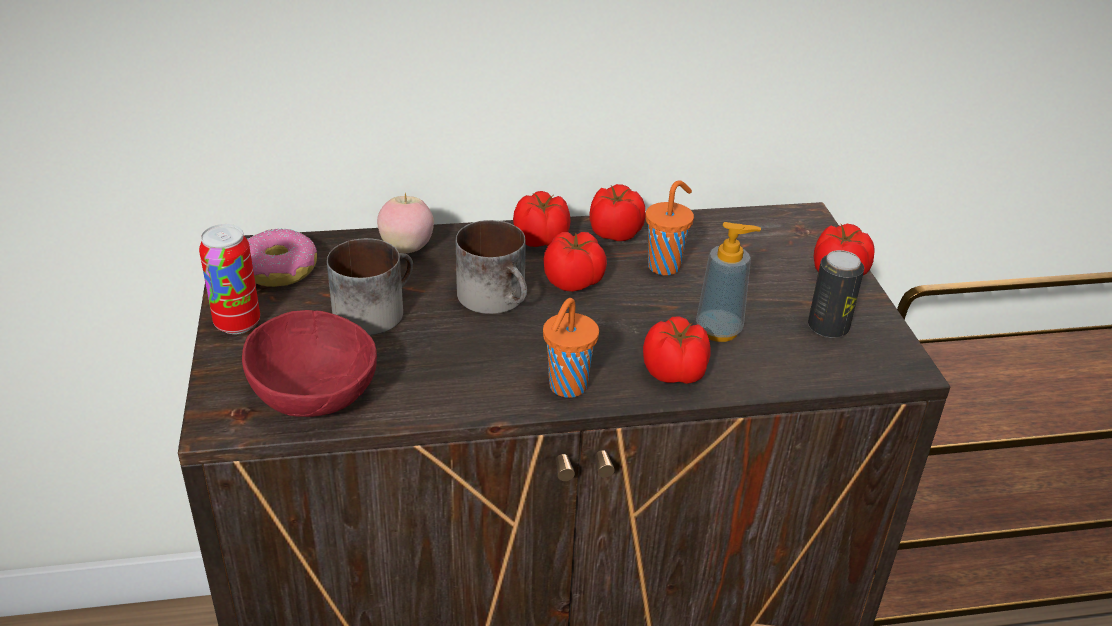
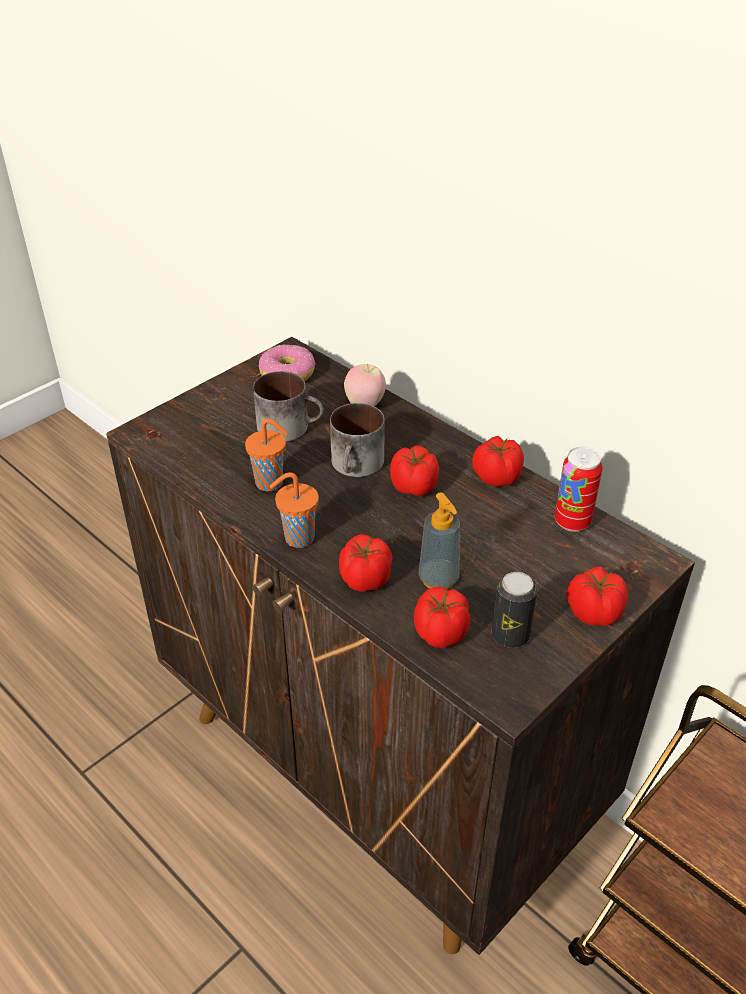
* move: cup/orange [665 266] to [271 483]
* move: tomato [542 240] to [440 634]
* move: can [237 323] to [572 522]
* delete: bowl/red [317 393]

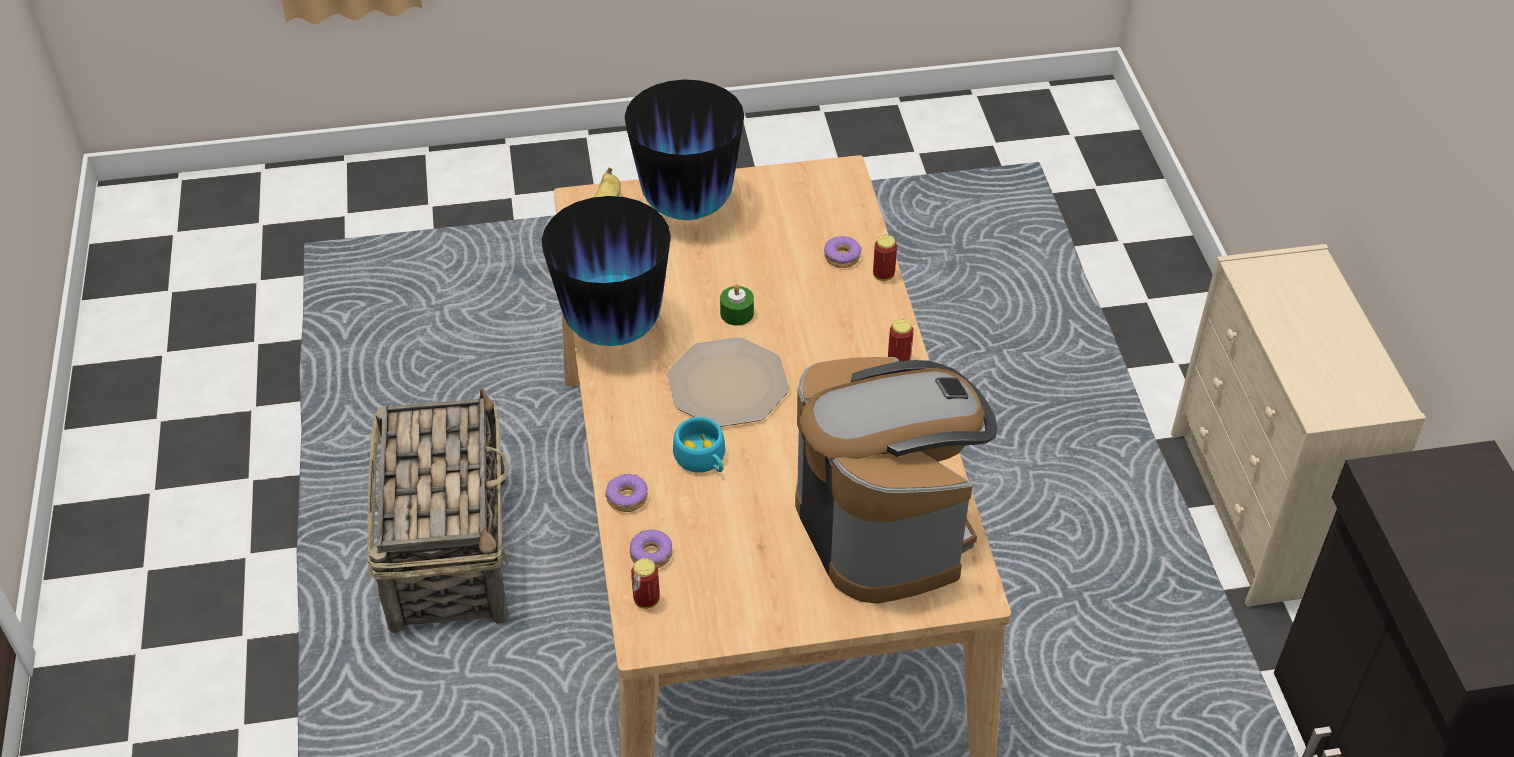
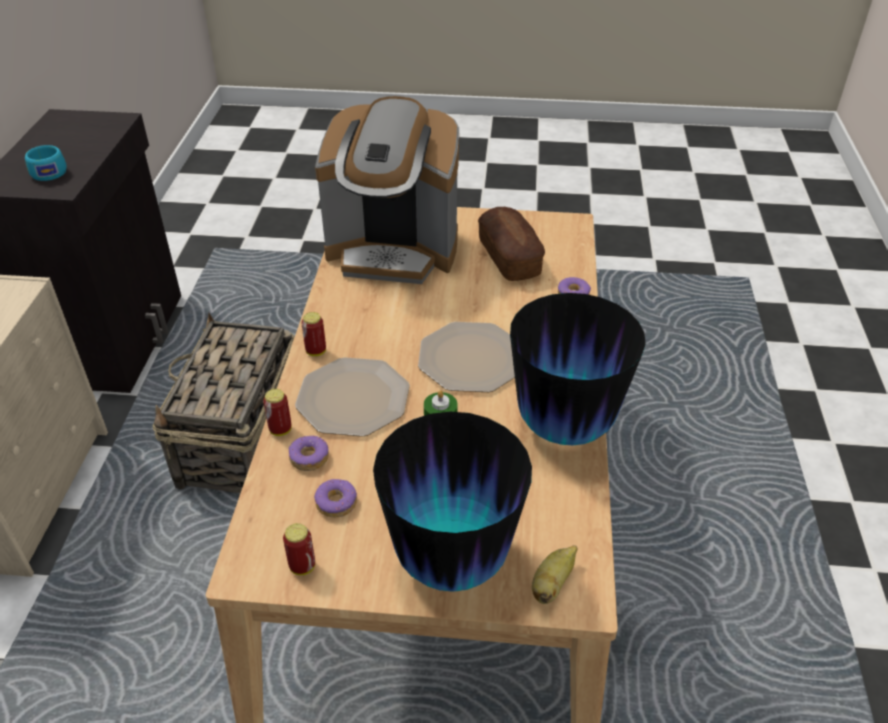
* move: cup/turquoise [703 459] to [49 171]
* move: basket [450 550] to [240 441]
* move: can [646 600] to [302 566]
* insert: plate [354 398]
* move: donut [651 555] to [336 503]
* rotate: coffee machine [884 526] = [393 250] 75 degrees counterclockwise
* insert: bread [509 257]

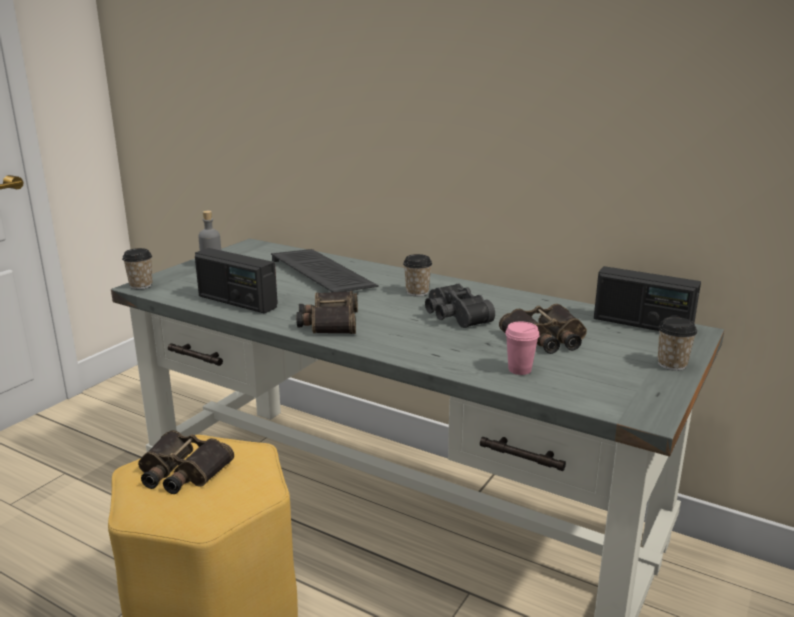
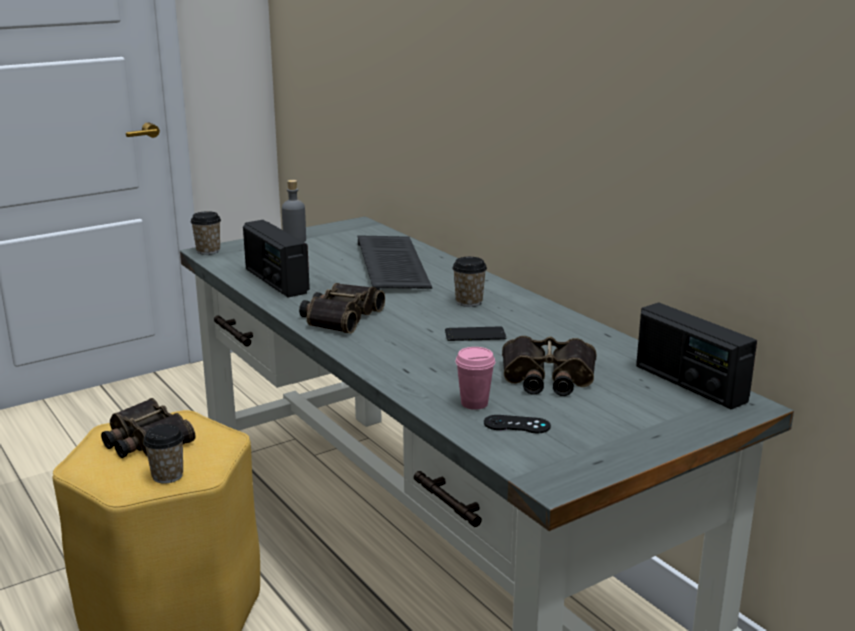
* move: cup [672 364] to [167 476]
* replace: binoculars/black [453 317] to phone [475 335]
* insert: game controller/black [516 425]

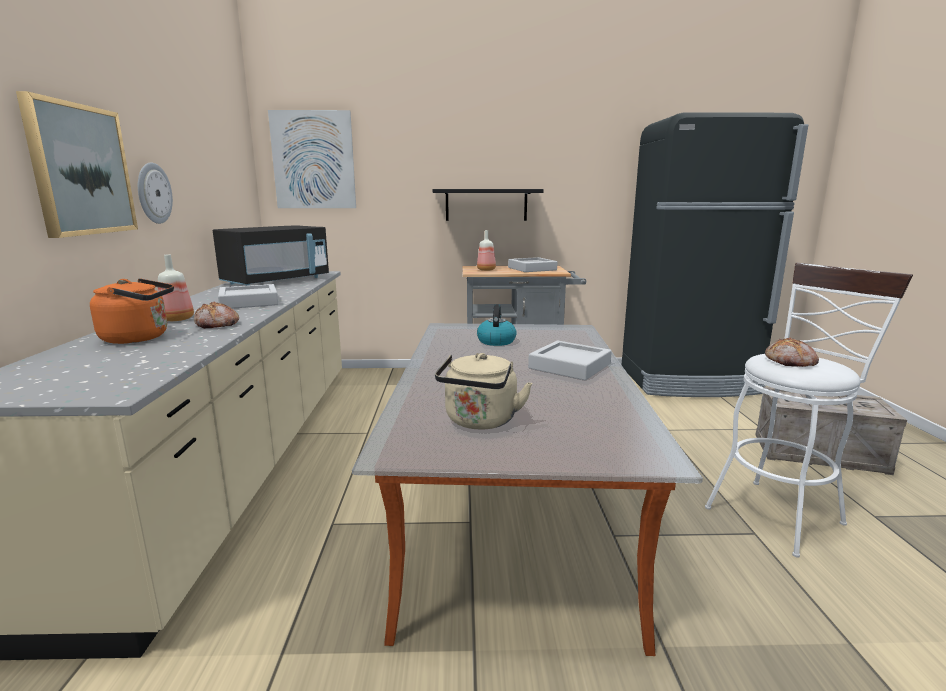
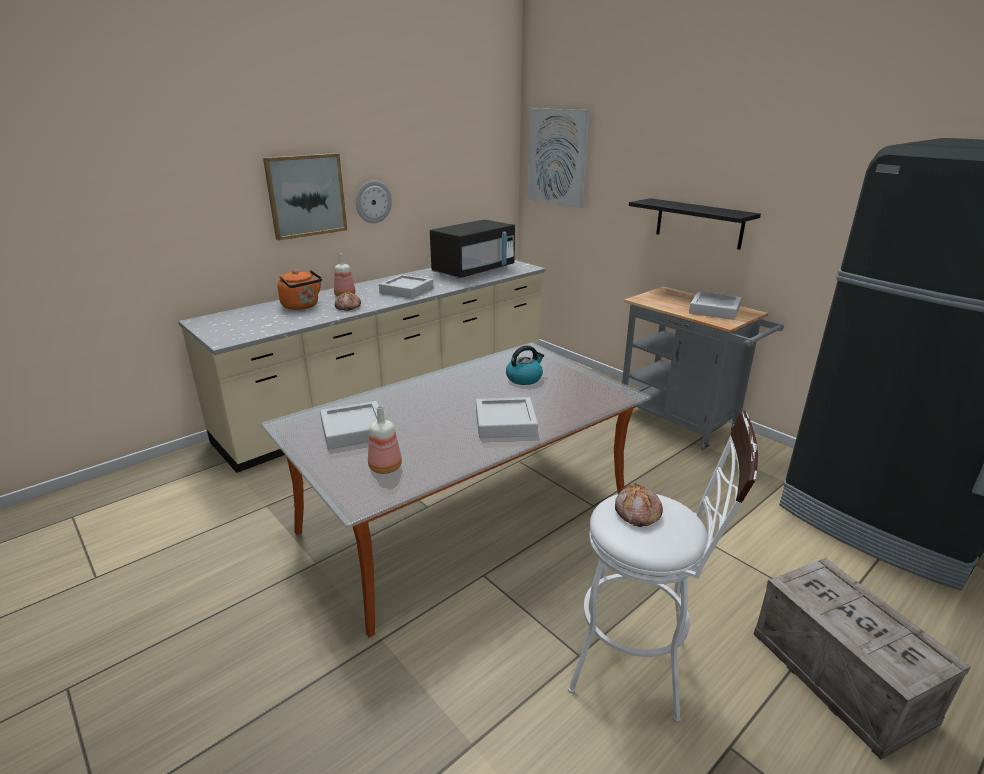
* replace: kettle/beige [480 422] to tray/grey [354 430]
* move: bottle [487 270] to [386 468]
* rotate: microwave/black [277 281] = [474 271] 45 degrees counterclockwise

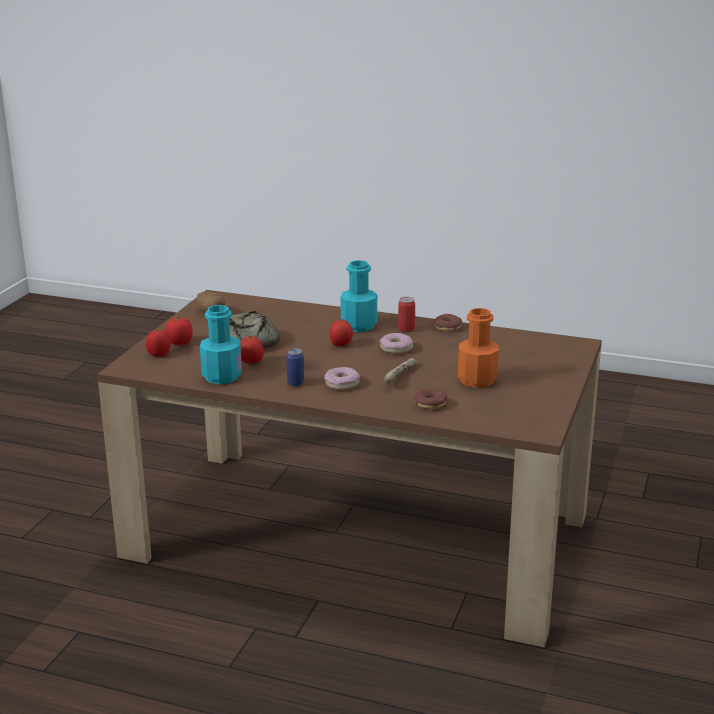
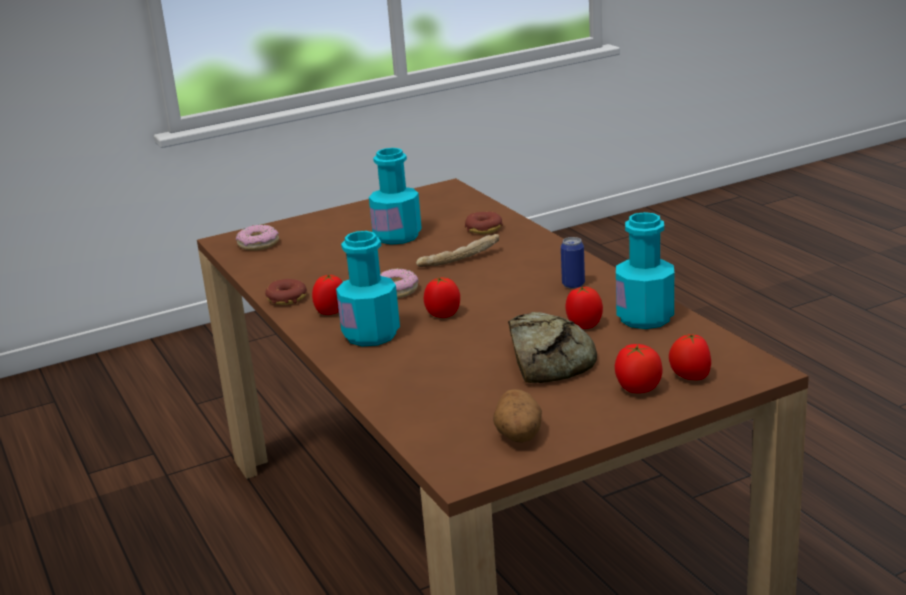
* move: donut [342 384] to [258 244]
* replace: can [406 329] to tomato [331 311]
* recolor: bottle/orange [477 380] to bottle/turquoise [397 236]

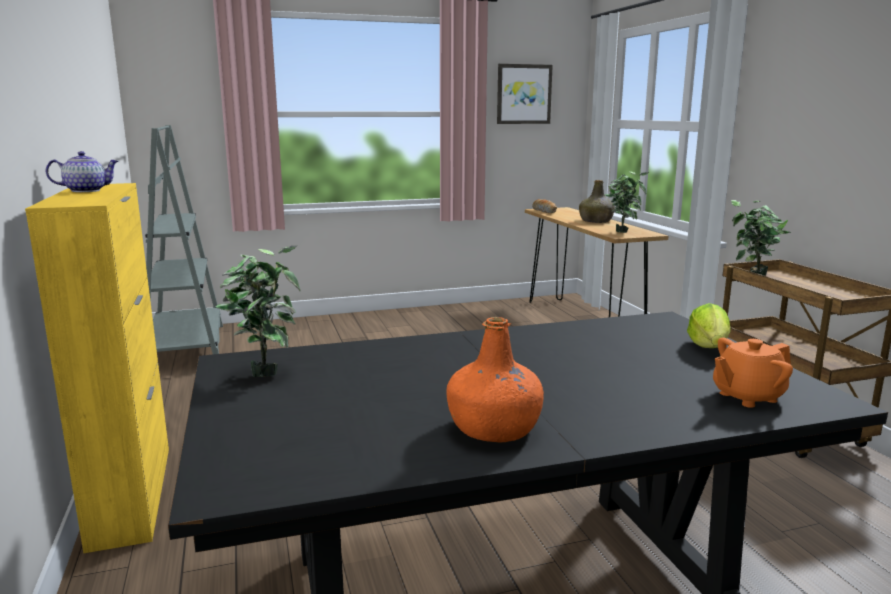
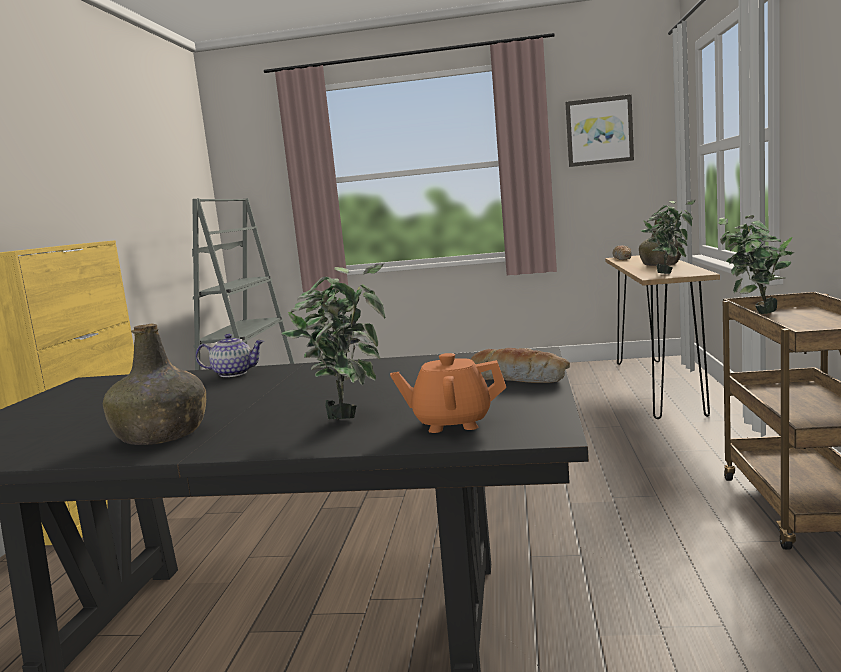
* recolor: bottle/orange [495 428] to bottle/green [162 435]
* move: teapot [86 190] to [234 373]
* move: potted plant [265 371] to [347 415]
* replace: lettuce [708 347] to bread [518 379]

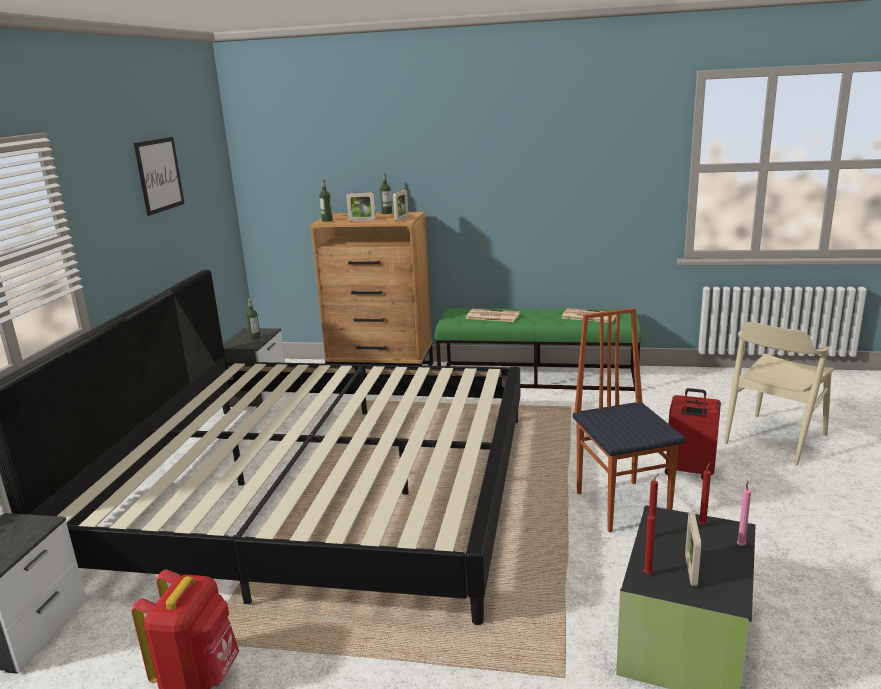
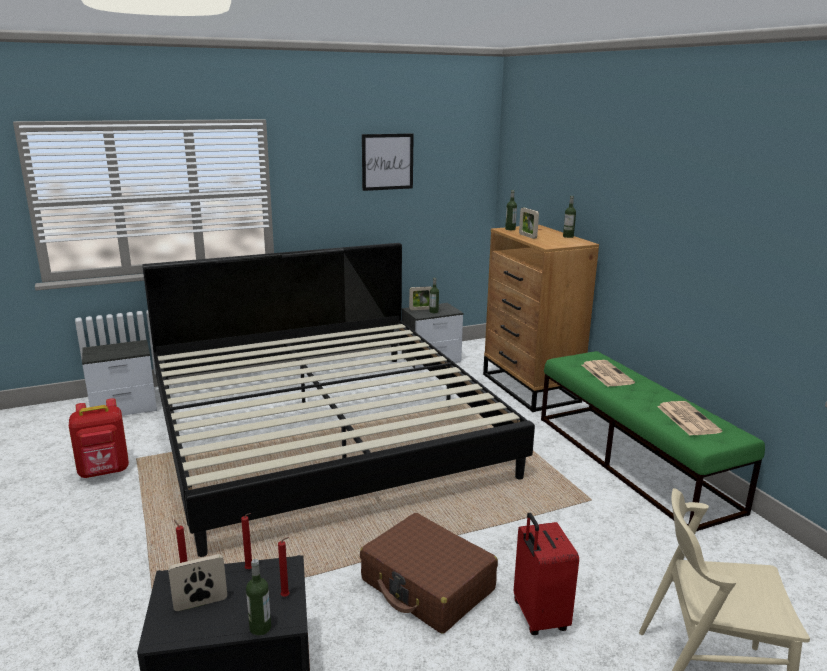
* replace: candle/pink [741 545] to bottle [260 627]
* replace: chair [623 505] to suitcase/brown [428 585]
* move: picture frame [401 219] to [420 309]

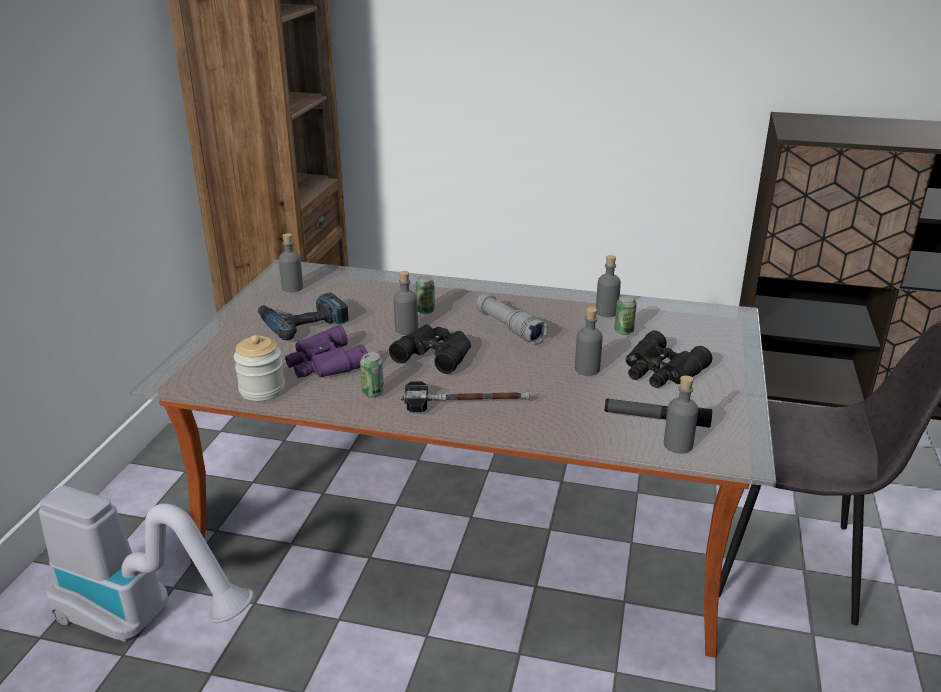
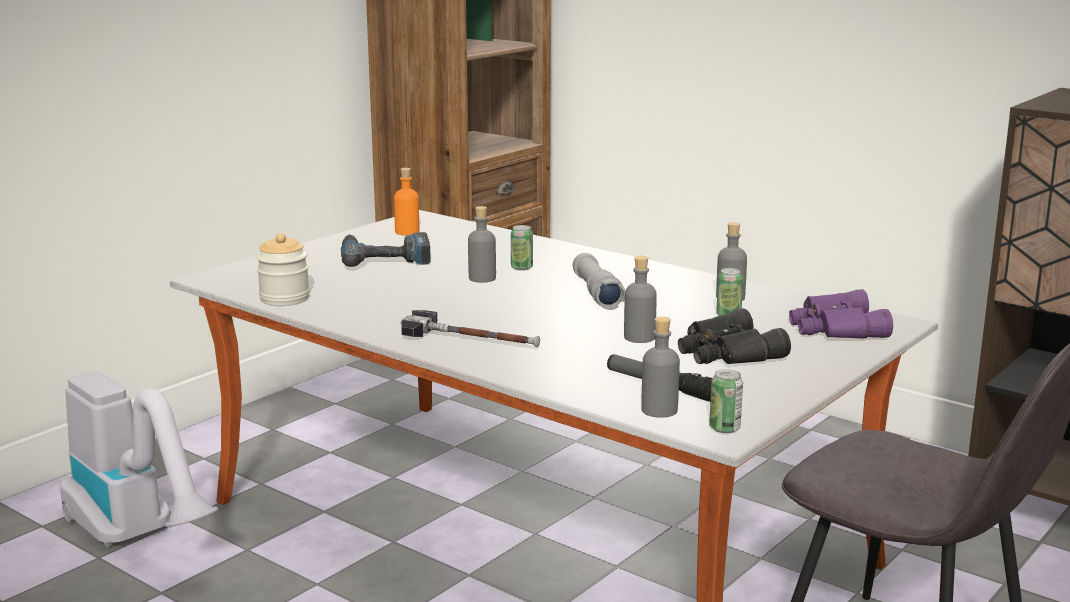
* recolor: bottle/grey [292 287] to bottle/orange [407 232]
* move: can [373 392] to [724 428]
* move: binoculars/purple [324 364] to [835 328]
* delete: binoculars/black [435 353]

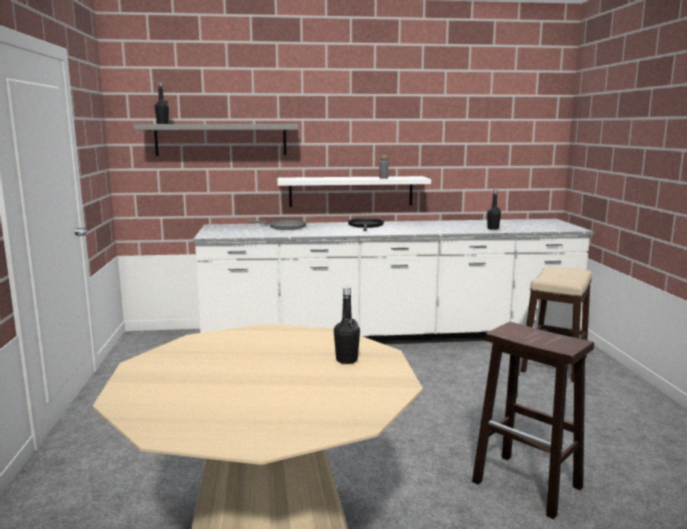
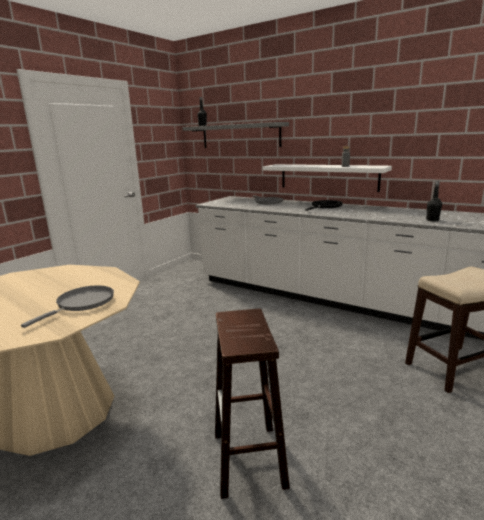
* replace: bottle/black [346 360] to frying pan/grey [82 303]

